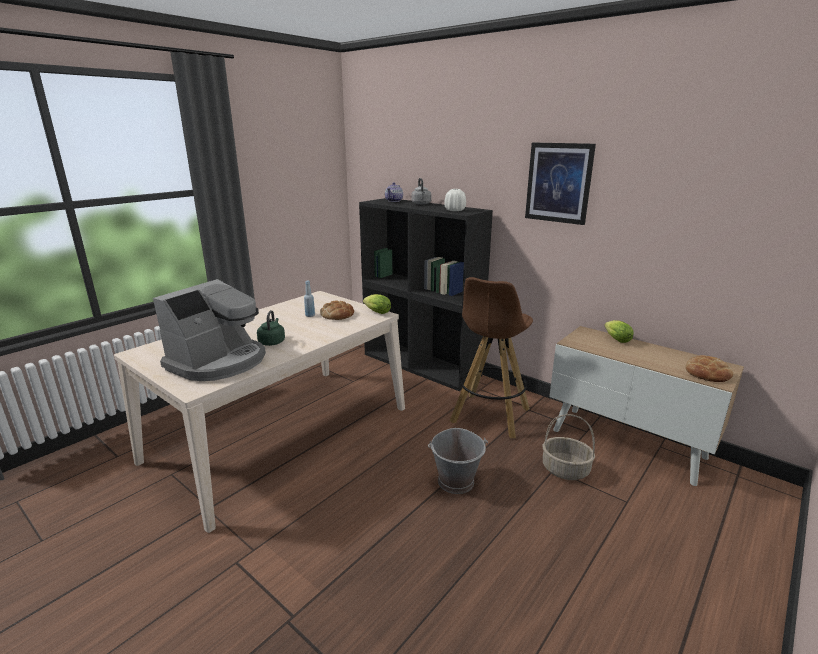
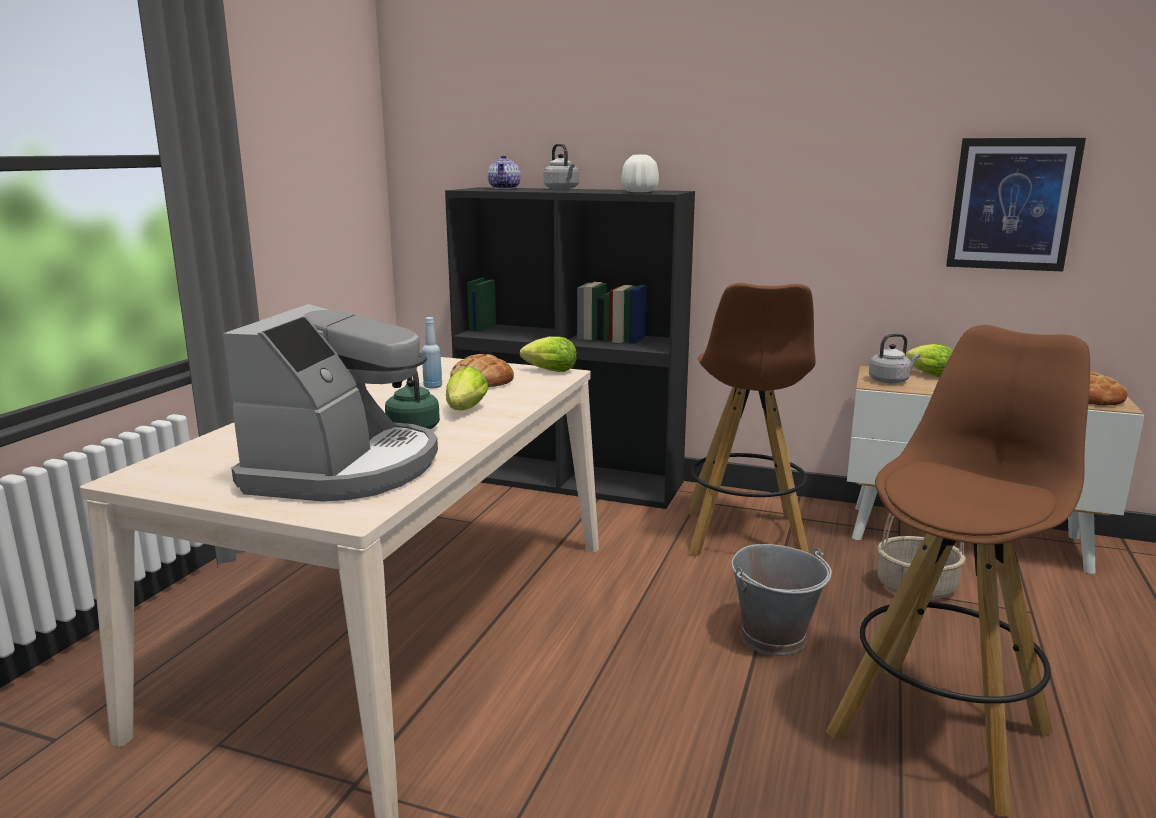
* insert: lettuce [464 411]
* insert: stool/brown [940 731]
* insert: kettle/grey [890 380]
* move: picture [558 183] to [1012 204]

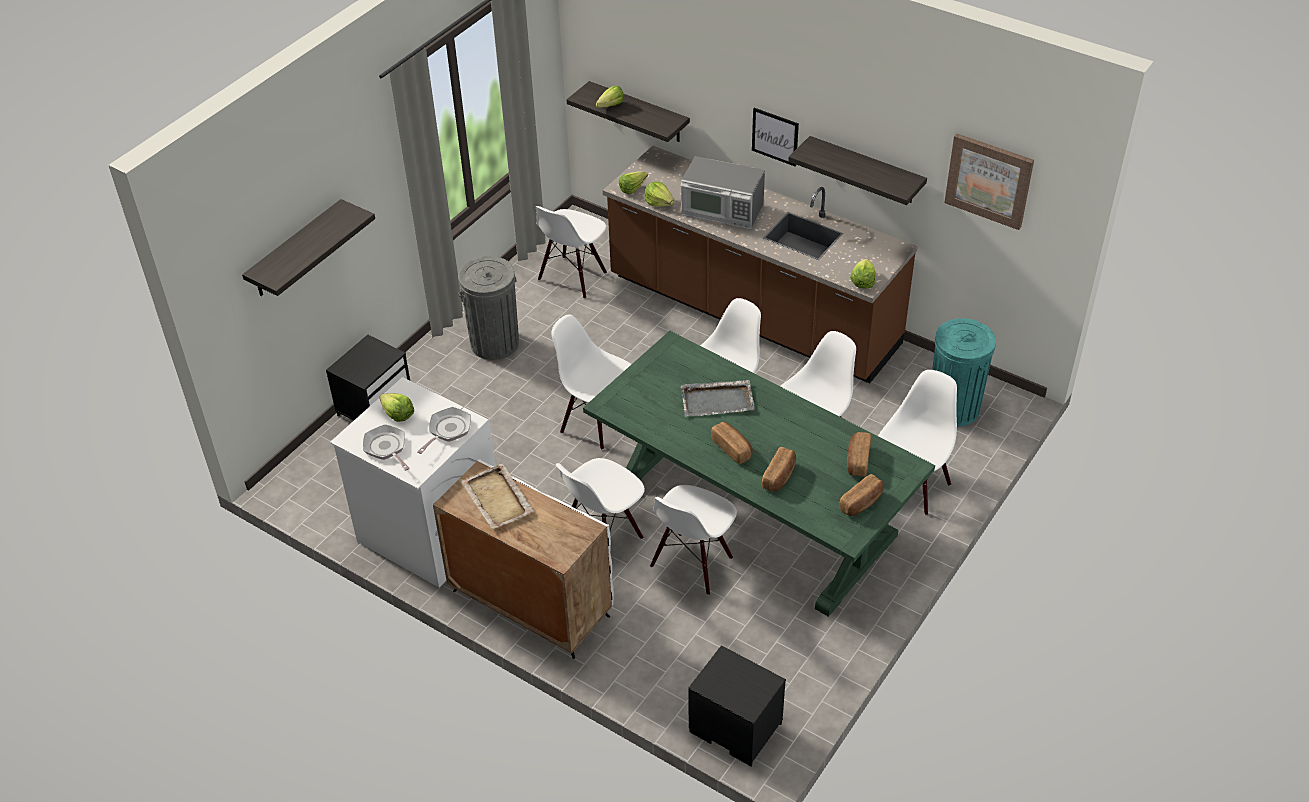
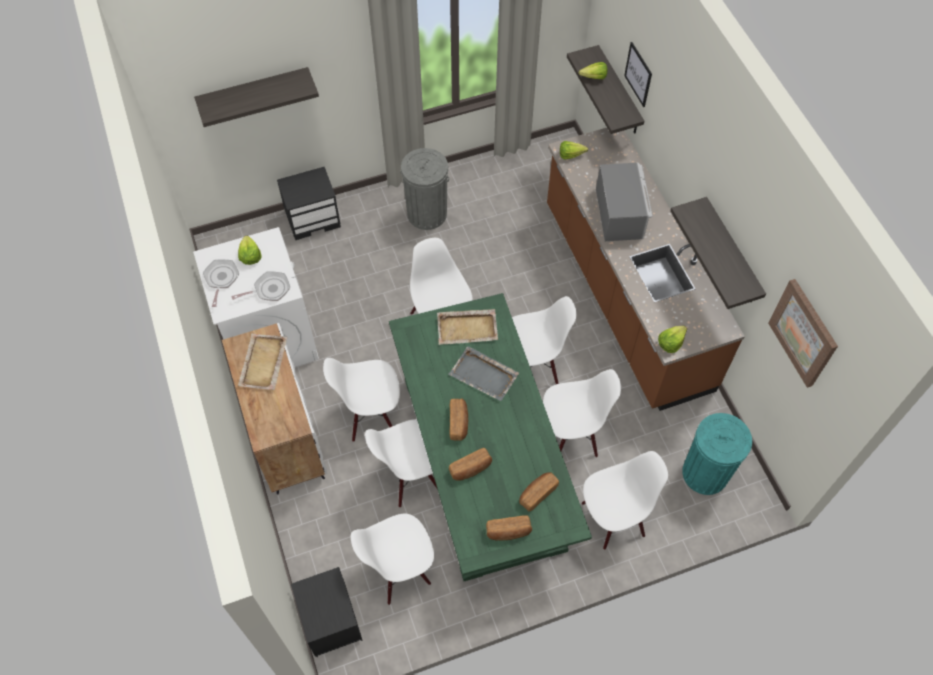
* move: chair/white [573 277] to [398 569]
* insert: tray/beige [467 328]
* rotate: microwave [722 210] = [620 213] 150 degrees counterclockwise
* move: picture [775 136] to [638 74]
* delete: lettuce [659 202]

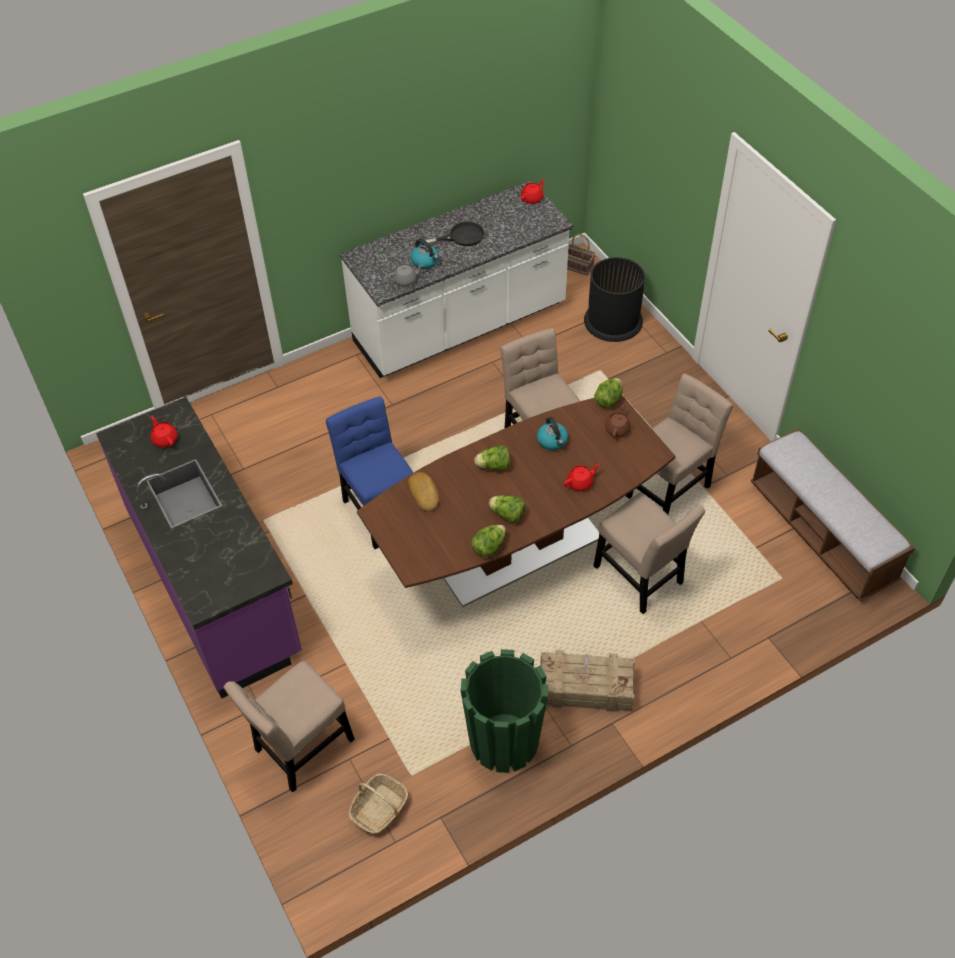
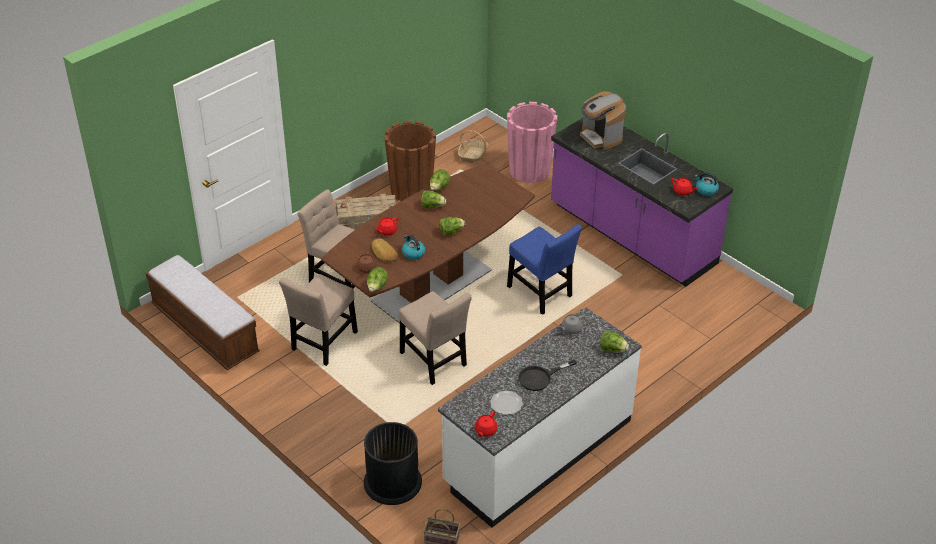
* move: bread [424 493] to [384 253]
* recolor: planter/green [504 741] to planter/brown [411 190]
* insert: plate [507 404]
* replace: chair/beige [301 749] to planter/pink [529 170]
* insert: coffee machine [600 137]
* insert: lettuce [612 349]
* move: kettle [425 261] to [706 190]

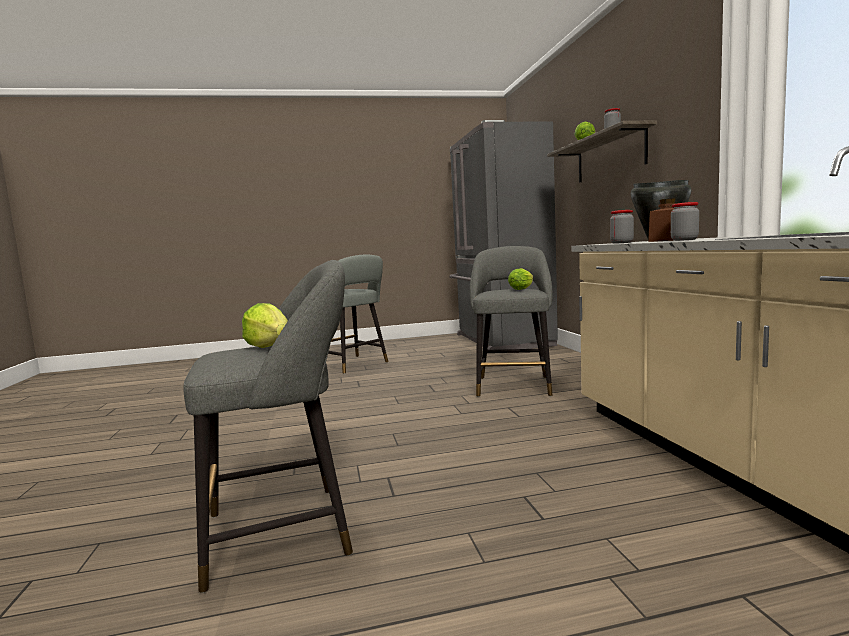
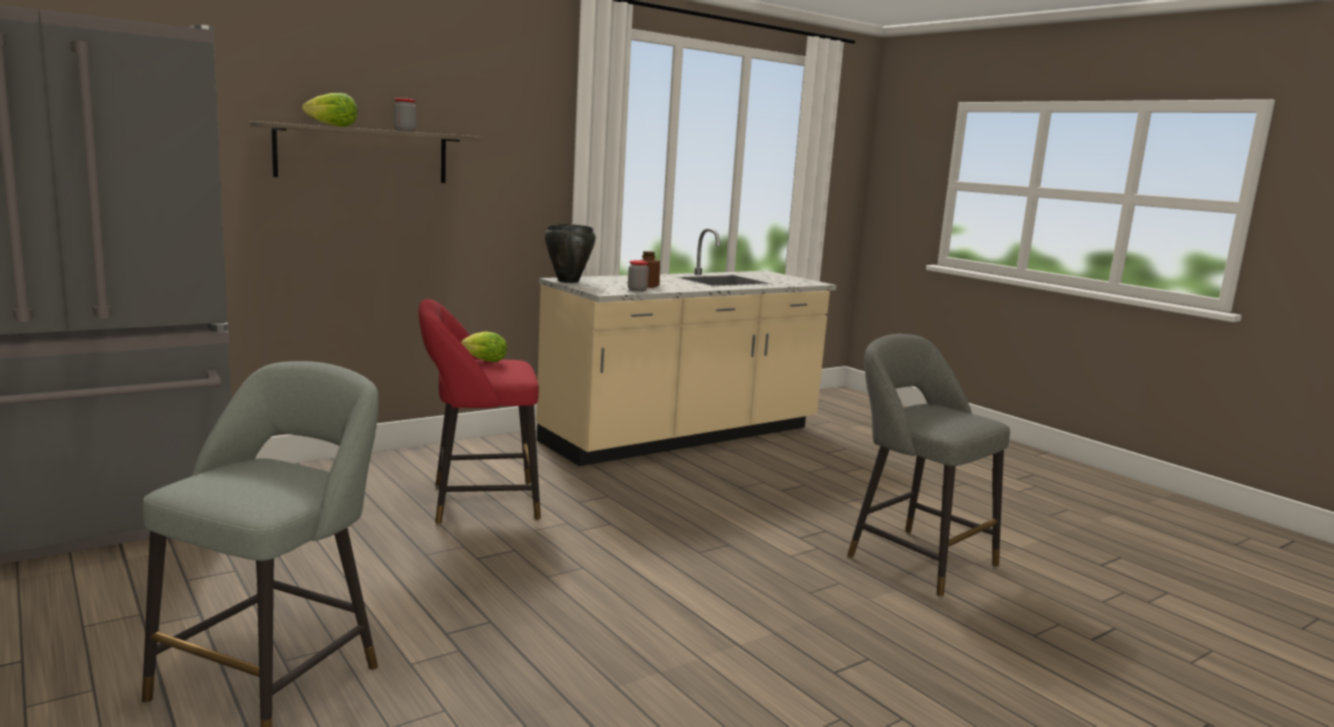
* recolor: stool/grey [513 385] to stool/red [477 502]
* delete: lettuce [269 347]
* delete: jar [684 240]

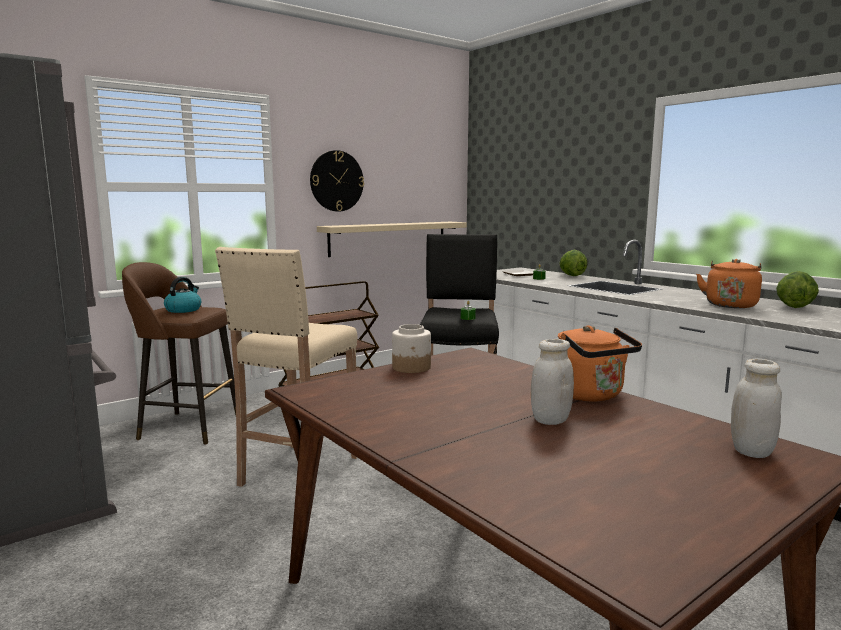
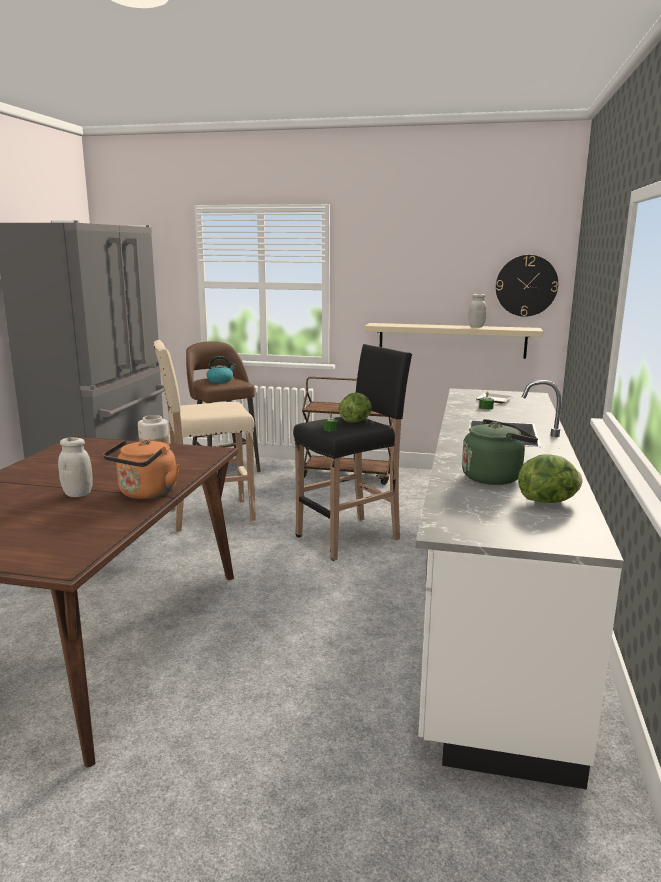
* move: lettuce [571 275] to [356 421]
* recolor: kettle/orange [730 305] to kettle/green [495 477]
* move: jar/white [751 451] to [476 327]
* move: wall clock [336 181] to [526 285]

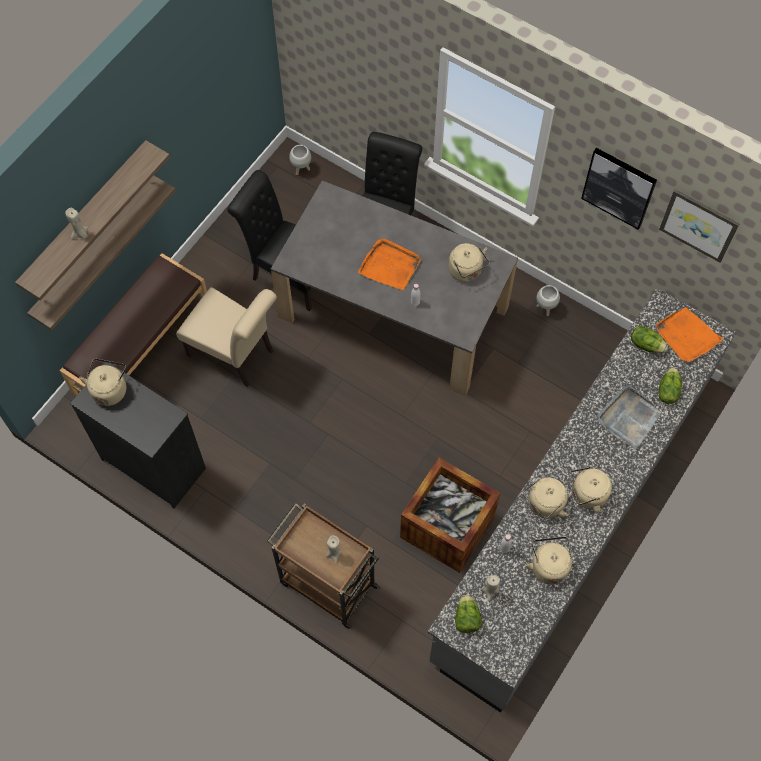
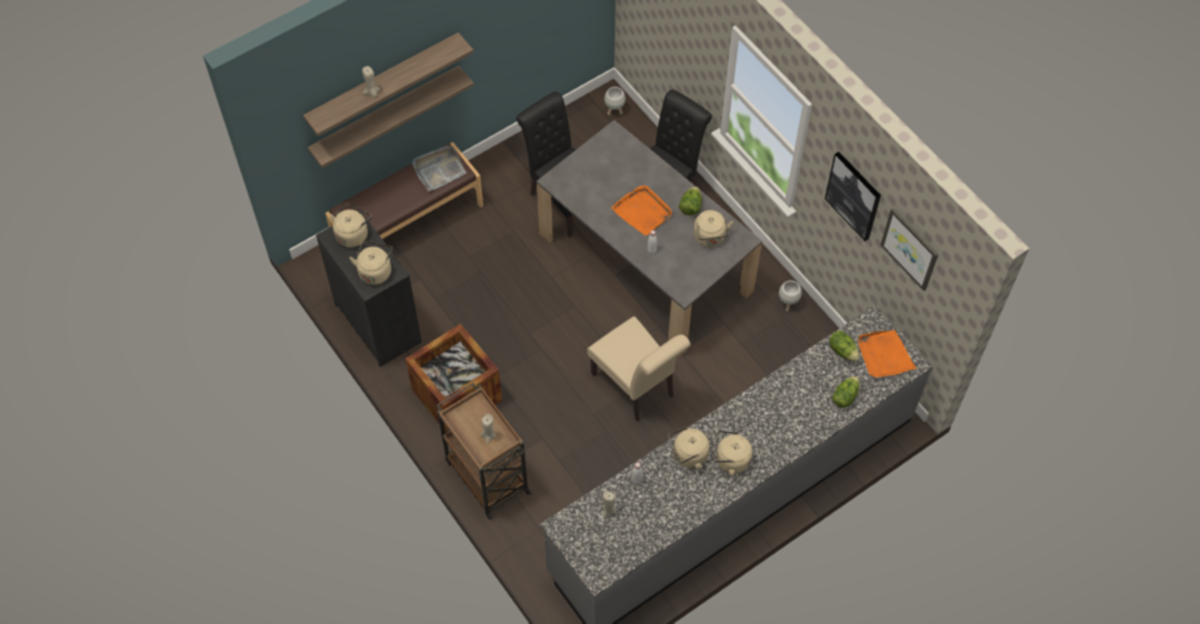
* move: kettle/beige [548 565] to [375 270]
* move: crate [447 526] to [456 395]
* move: tray/grey [628 418] to [438 169]
* move: chair/beige [235 355] to [636 388]
* move: lettuce [466 618] to [690 206]

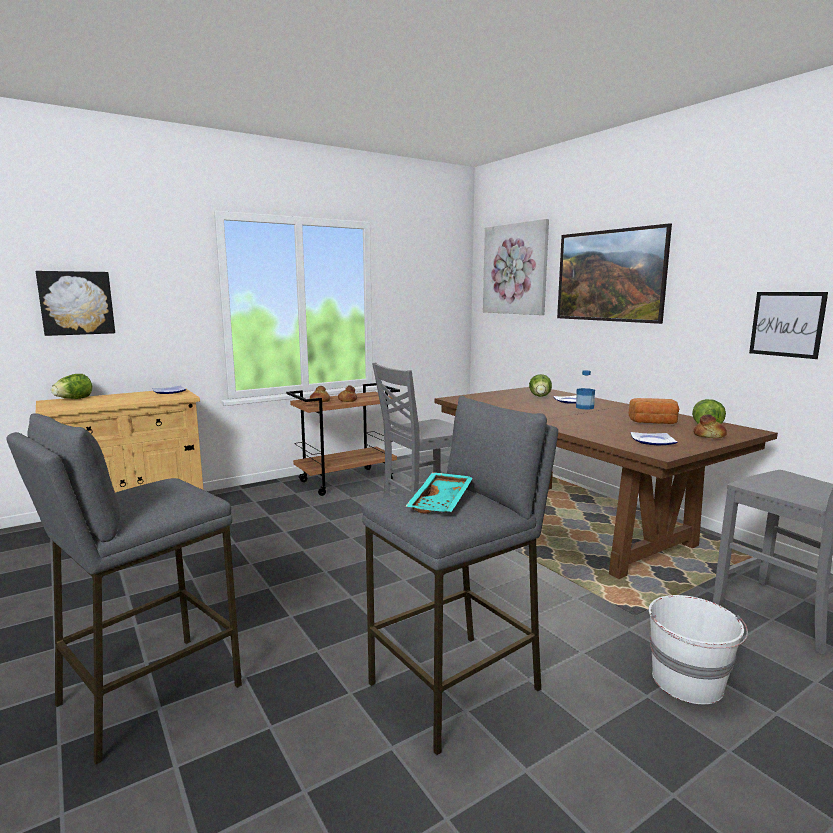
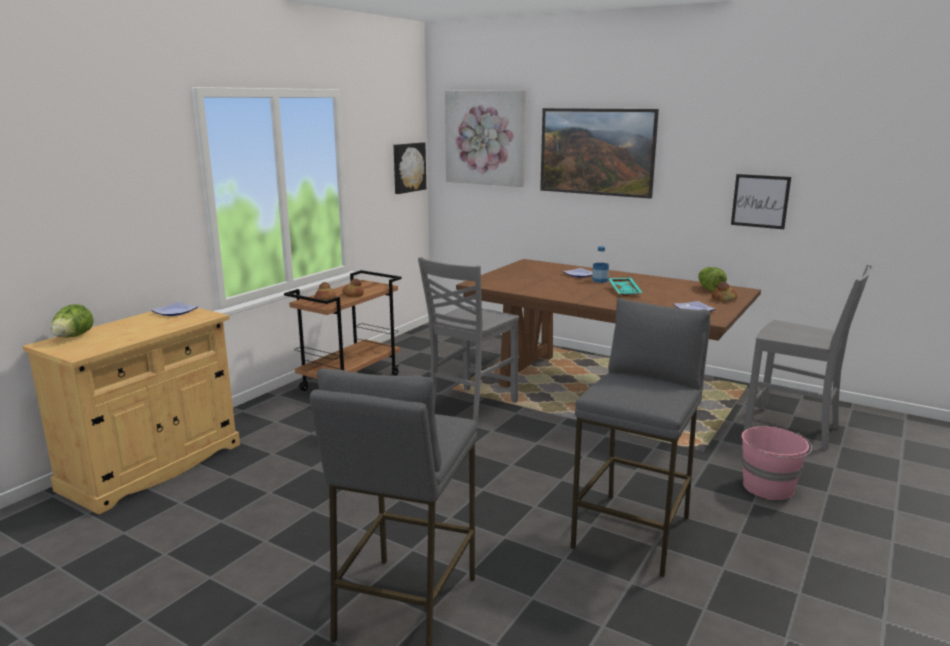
* move: picture [76 303] to [408 167]
* move: tray/turquoise [442 502] to [625 291]
* recolor: bucket/white [688 682] to bucket/pink [769 487]
* delete: lettuce [540 397]
* delete: bread [653 423]

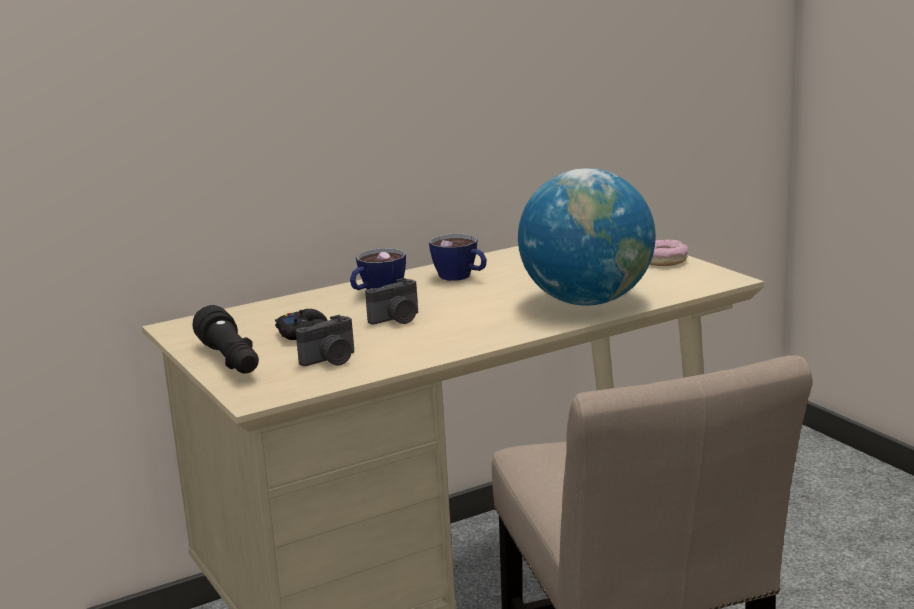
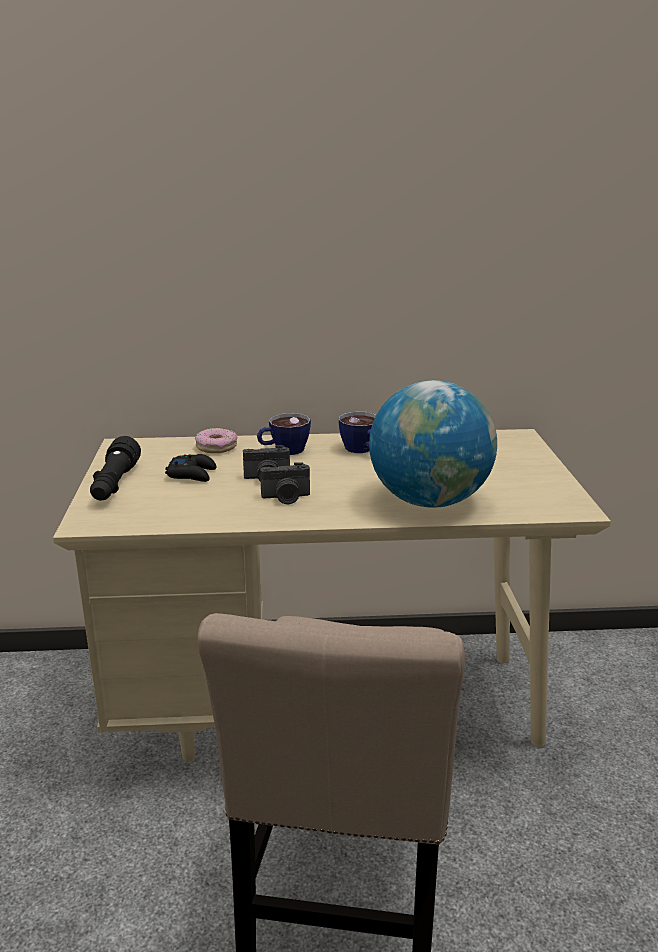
* move: donut [663 260] to [216 447]
* move: photo camera [331 360] to [286 498]

